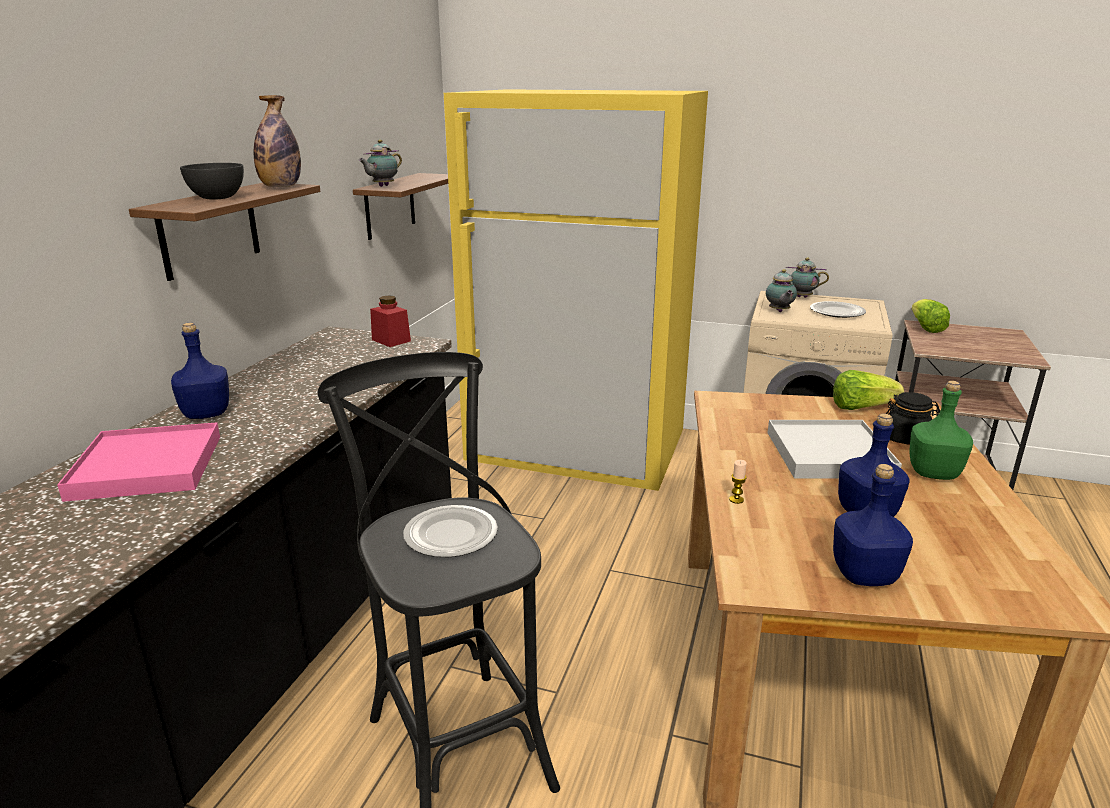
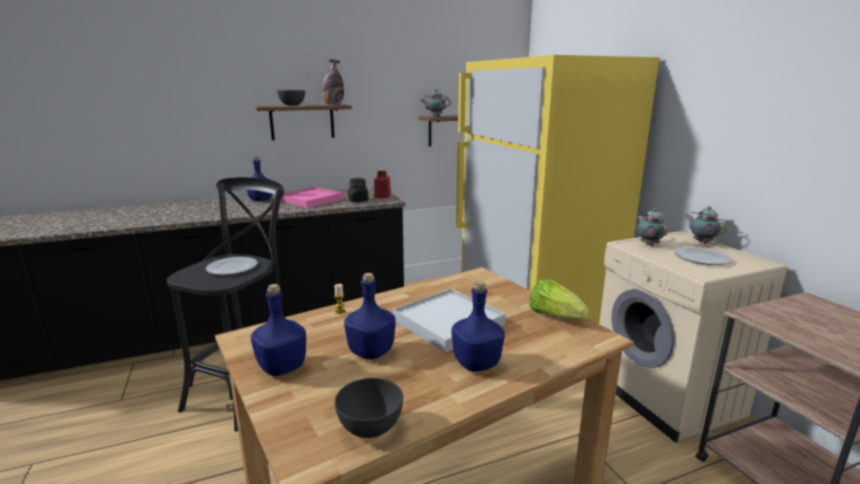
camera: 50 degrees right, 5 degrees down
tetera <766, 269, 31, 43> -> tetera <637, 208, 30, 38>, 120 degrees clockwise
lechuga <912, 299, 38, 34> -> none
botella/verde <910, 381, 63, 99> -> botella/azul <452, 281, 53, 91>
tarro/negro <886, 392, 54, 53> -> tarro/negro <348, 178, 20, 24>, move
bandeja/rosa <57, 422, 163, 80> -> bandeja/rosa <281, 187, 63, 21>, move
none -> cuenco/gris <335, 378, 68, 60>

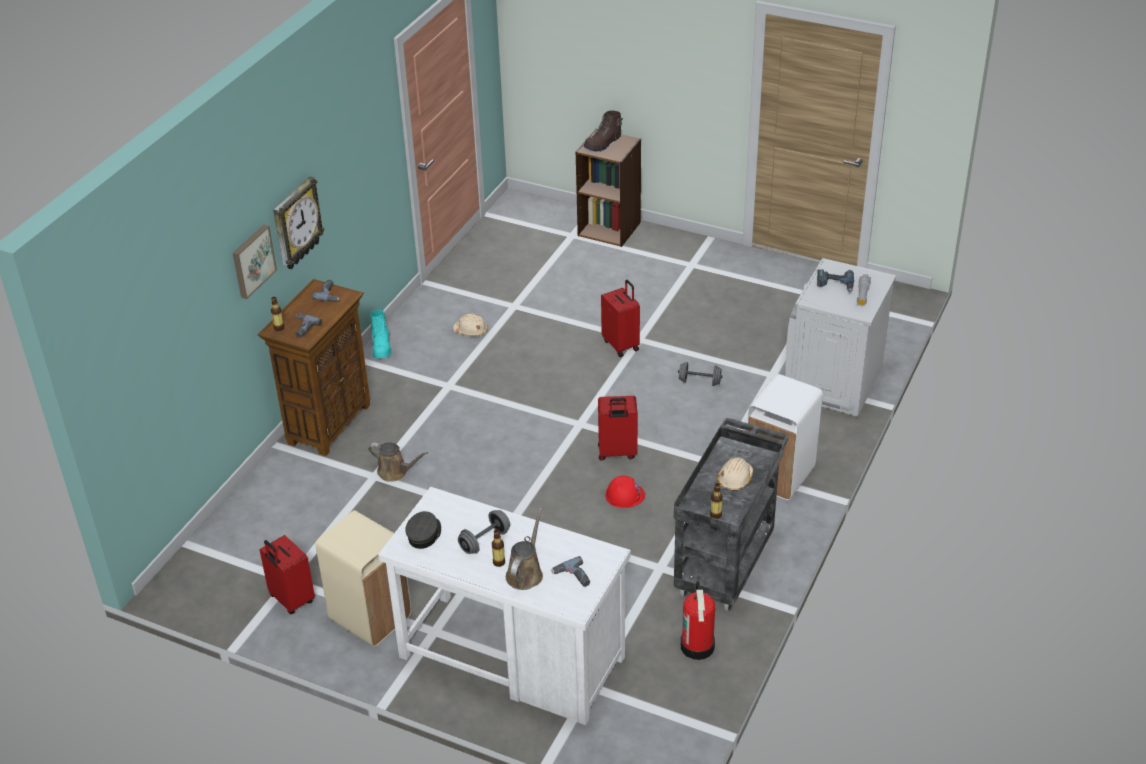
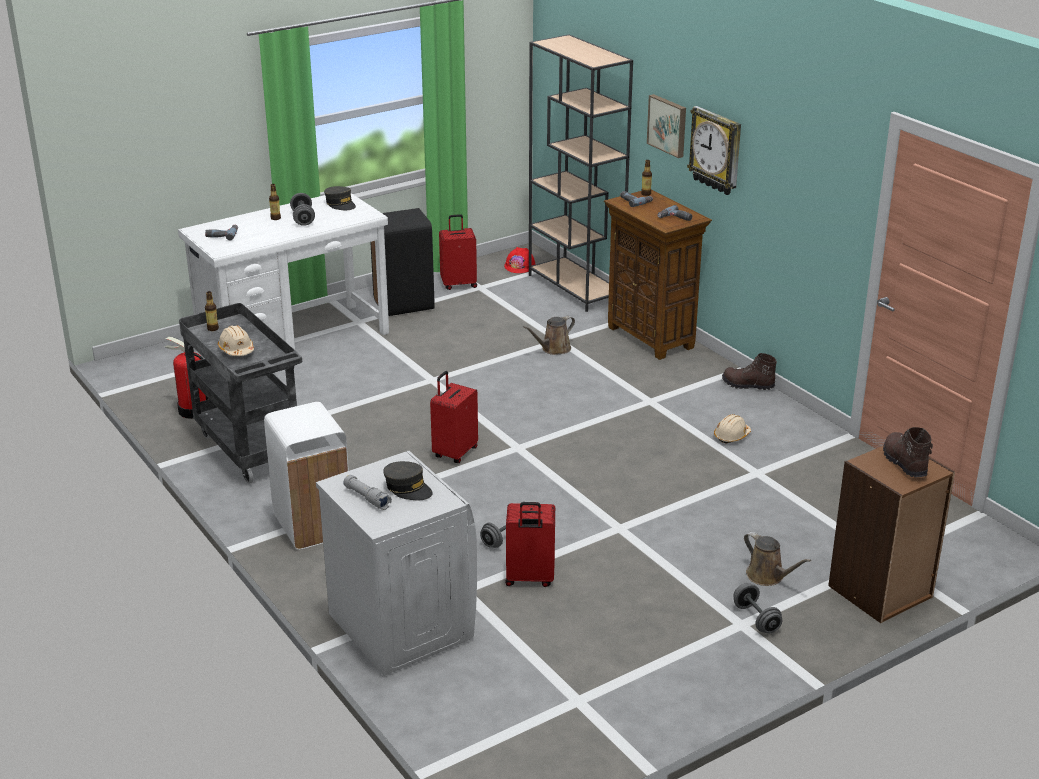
camera: 120 degrees right, 10 degrees down
taladro <817, 269, 37, 23> -> gorra/gris <383, 461, 50, 39>
maleta/rojo <601, 280, 39, 77> -> maleta/rojo <505, 502, 50, 85>, move
bota/turquesa <370, 310, 22, 48> -> bota/marrón <722, 353, 55, 37>
casco/rojo <605, 476, 40, 32> -> casco/rojo <504, 247, 32, 26>, move
regadera/marrón <506, 507, 37, 83> -> regadera/marrón <744, 532, 67, 54>, move
papelera/beis <316, 510, 95, 137> -> papelera/negro <370, 208, 65, 108>
none -> estantería <529, 34, 104, 278>
none -> mancuerna/gris <733, 583, 49, 51>

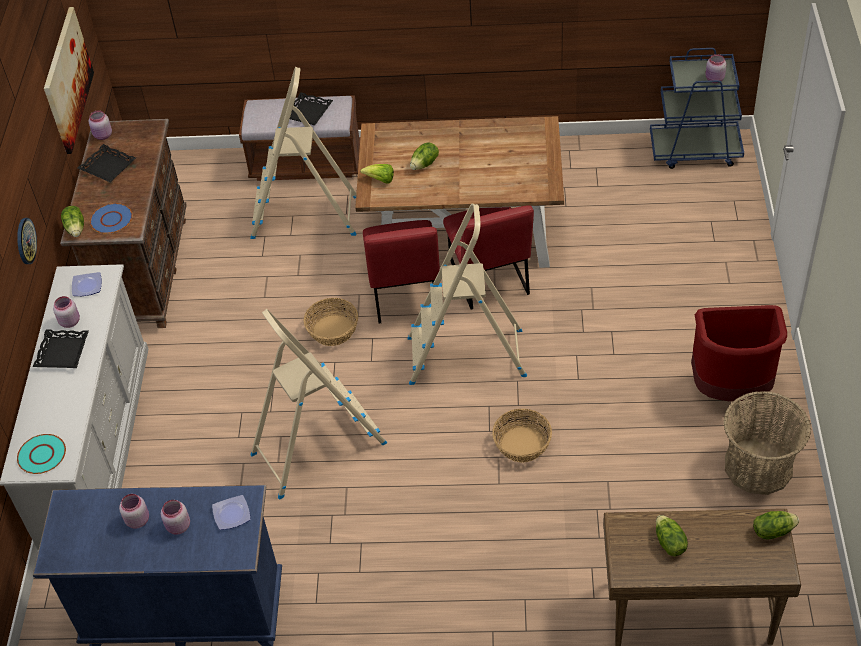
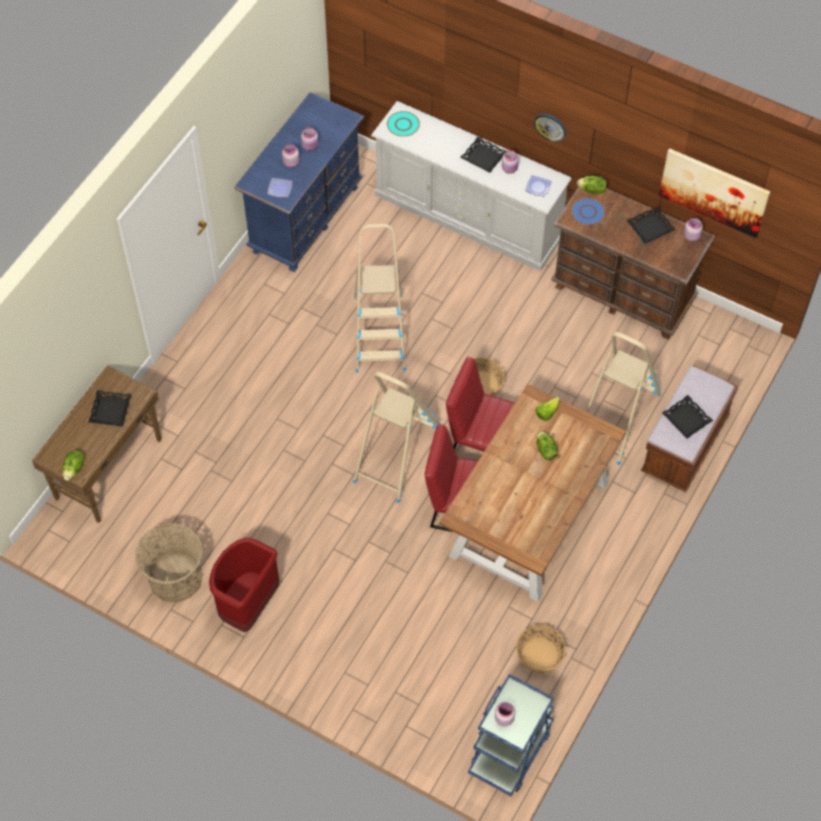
camera: 115 degrees right, 10 degrees up
cesta <492, 409, 60, 54> -> cesta <516, 625, 50, 48>, move
lechuga <656, 515, 32, 41> -> bandeja/negro <88, 390, 44, 37>

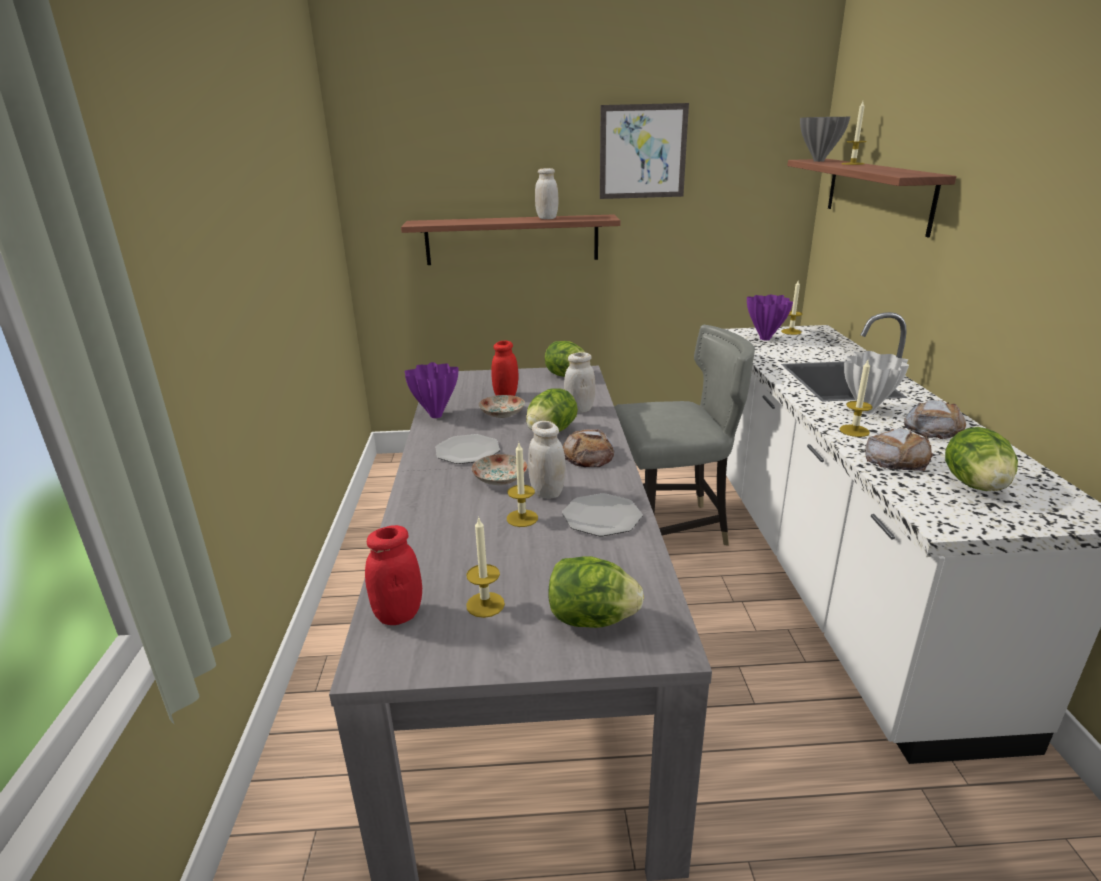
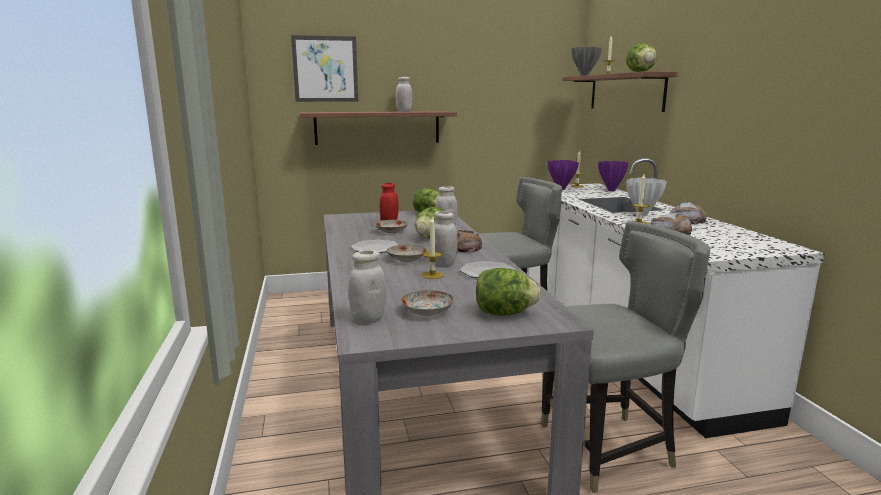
camera: 10 degrees left, 10 degrees down
cuadro <600, 103, 89, 96> -> cuadro <291, 35, 67, 67>, move
florero/morado <404, 362, 54, 56> -> florero/morado <598, 161, 30, 30>, move
lechuga <945, 427, 73, 64> -> lechuga <626, 43, 31, 29>, move
vela <466, 516, 39, 102> -> plato <401, 290, 53, 26>
tarro/rojo <365, 525, 57, 100> -> tarro/blanco <348, 250, 38, 74>
none -> silla/gris <541, 221, 169, 272>

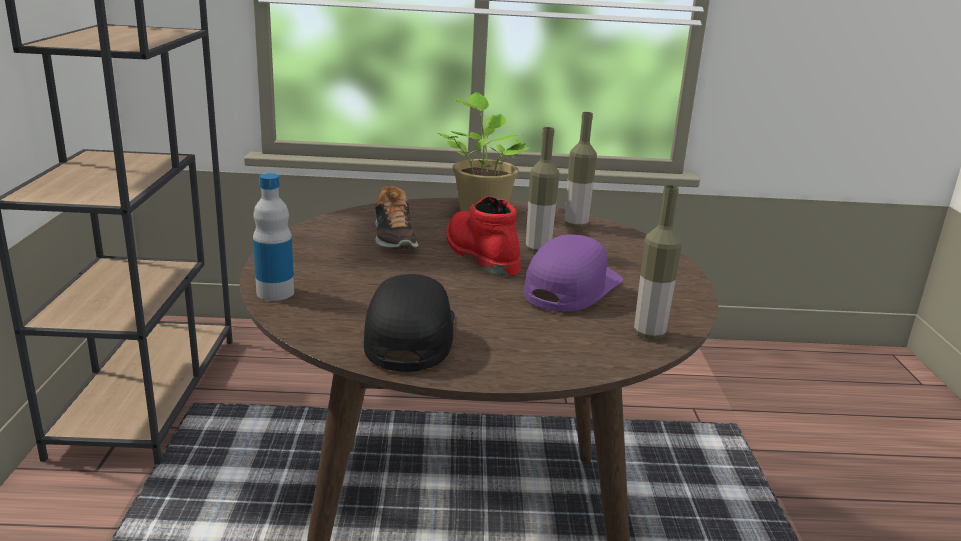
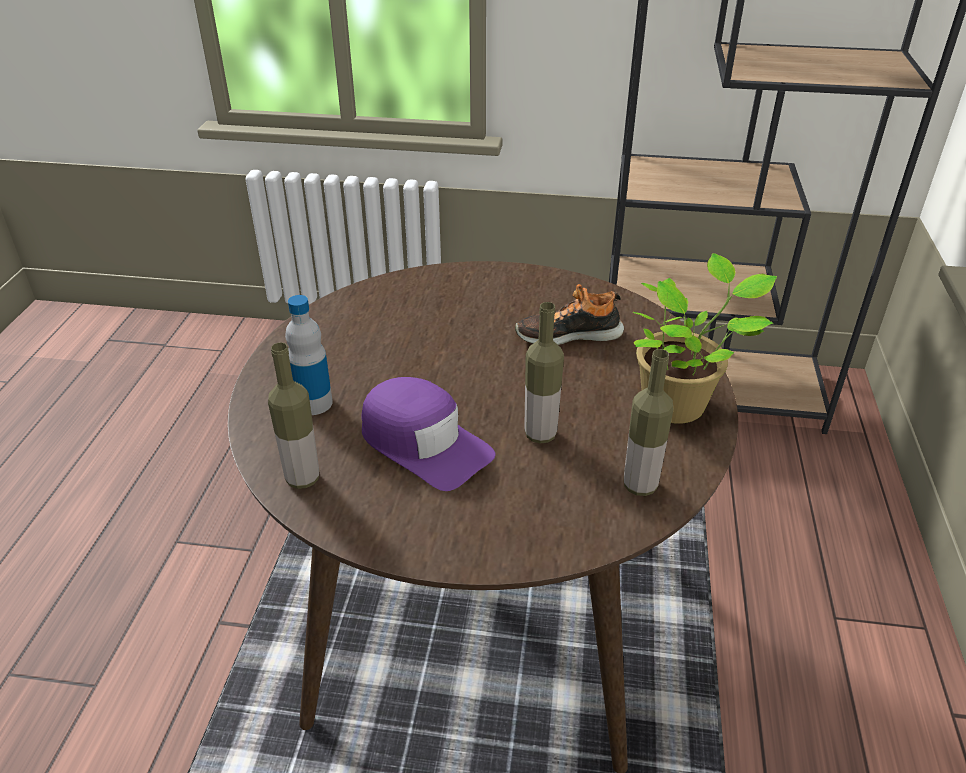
camera: 100 degrees right, 15 degrees up
botella <253, 173, 41, 128> -> botella <285, 295, 48, 120>, move
bota/rojo <447, 196, 74, 80> -> none
gorra/negro <364, 274, 91, 98> -> none

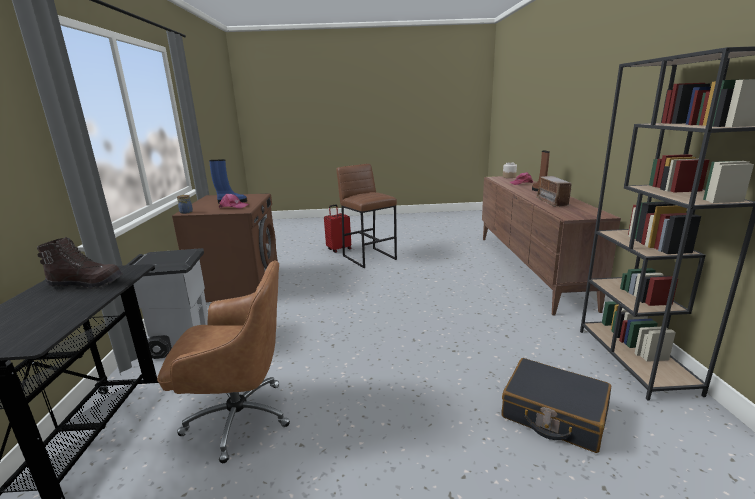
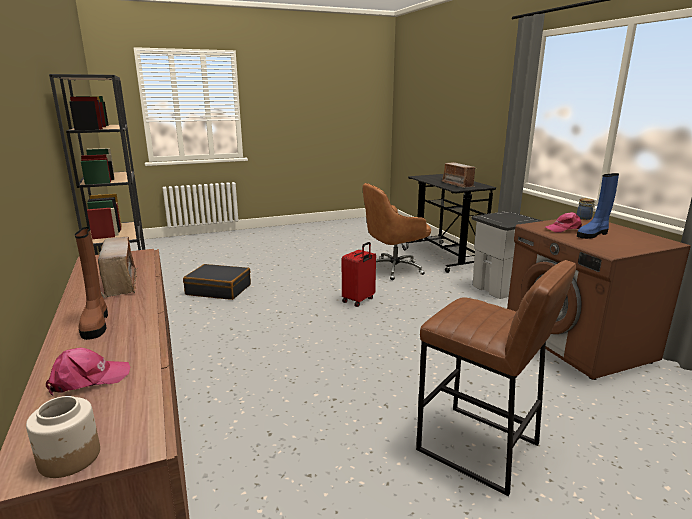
camera: 160 degrees right, 0 degrees up
maleta/rojo <324, 205, 27, 48> -> maleta/rojo <342, 242, 34, 65>, move
bota/marrón <37, 237, 86, 52> -> radio <442, 162, 34, 26>

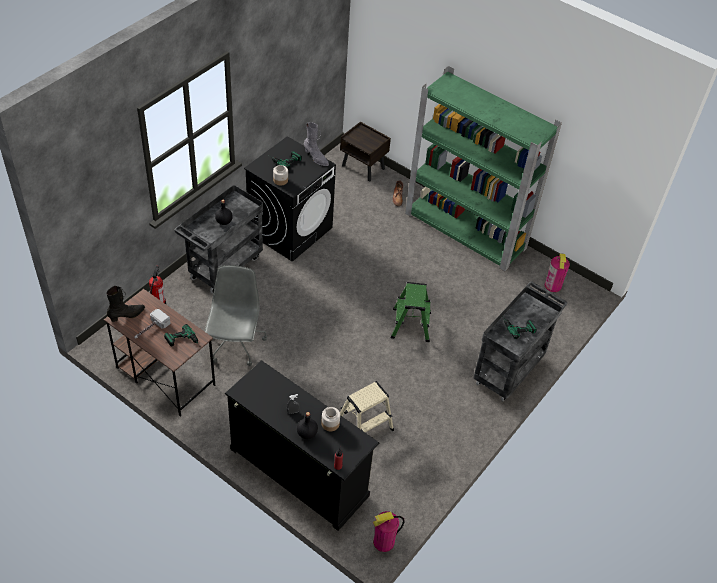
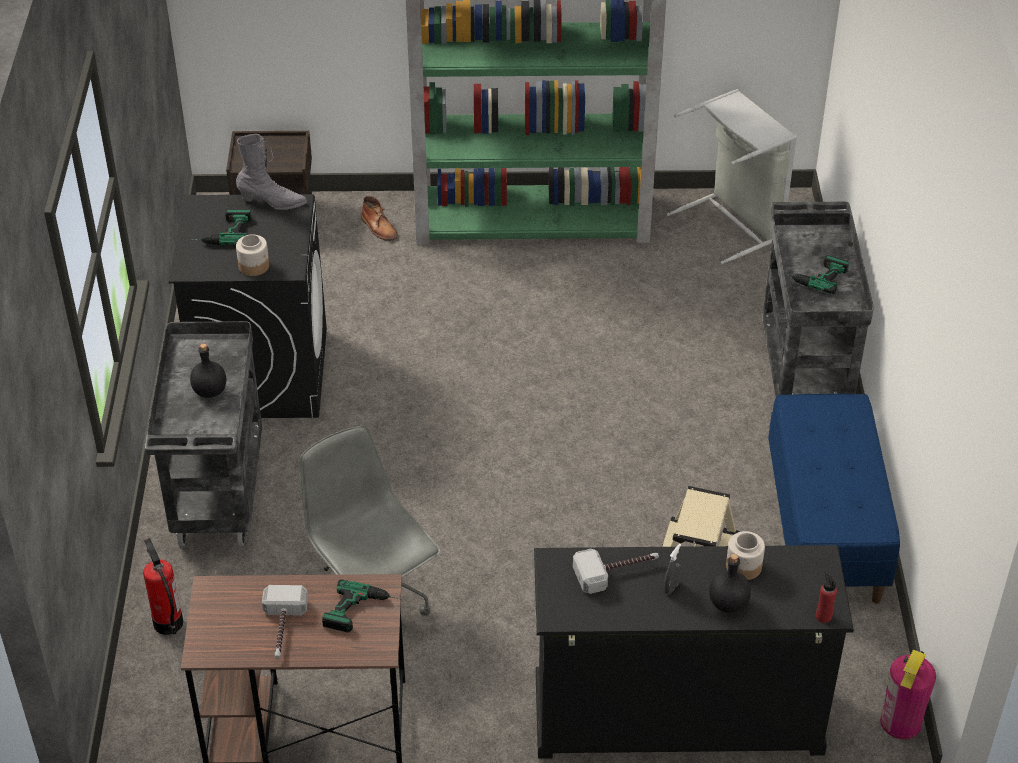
camera: 35 degrees left, 5 degrees down
extintor <545, 253, 25, 39> -> cesto de la ropa/gris <667, 89, 130, 175>
escalera de tijera/verde <390, 282, 41, 60> -> none
bota/negro <106, 286, 39, 36> -> none
none -> banco/azul <768, 394, 132, 210>
none -> martillo <573, 549, 86, 45>

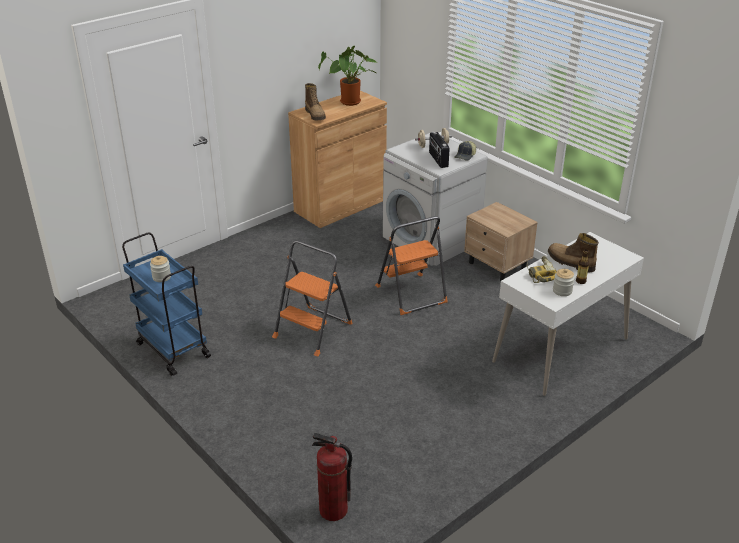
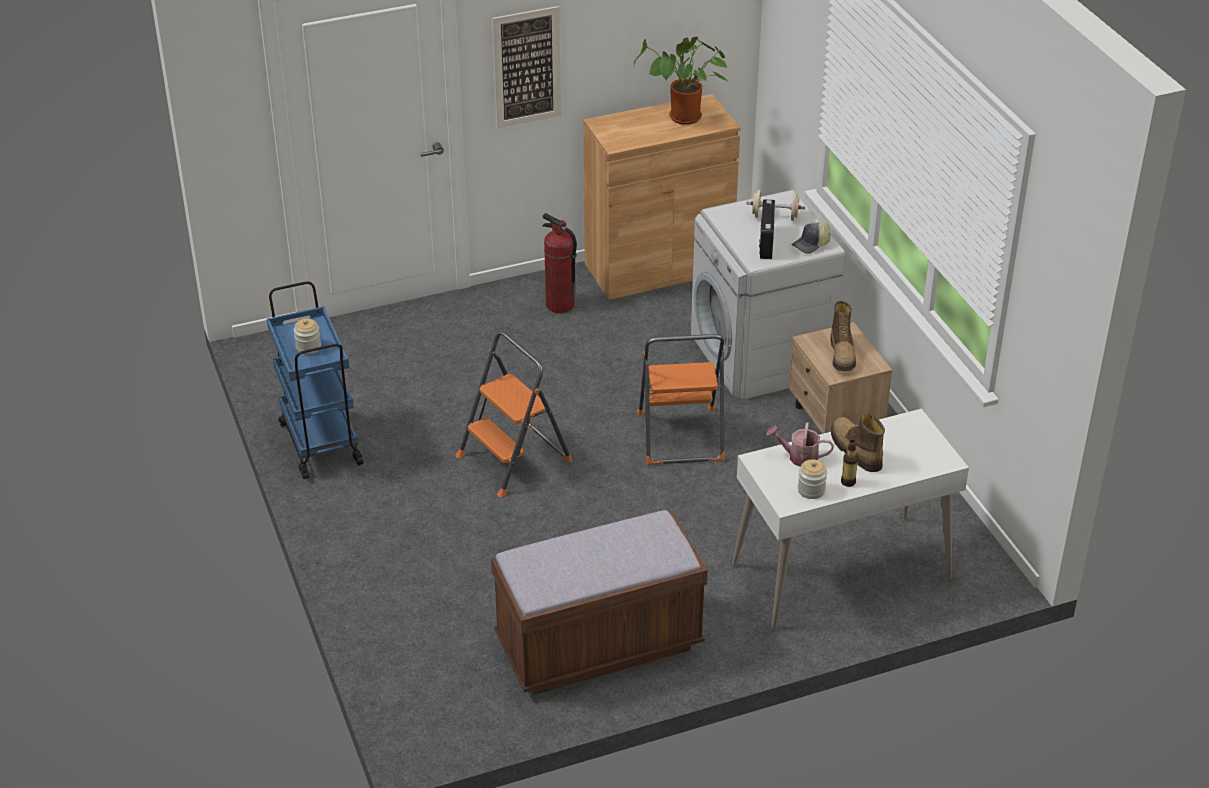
camera: 20 degrees right, 5 degrees up
bota <305, 83, 21, 37> -> bota <830, 300, 26, 71>, move
taladro <527, 256, 30, 27> -> regadera <766, 422, 68, 45>
extintor <312, 433, 40, 88> -> extintor <542, 213, 35, 100>, move
none -> cuadro <492, 6, 69, 122>
none -> banco/marrón <491, 510, 217, 185>

